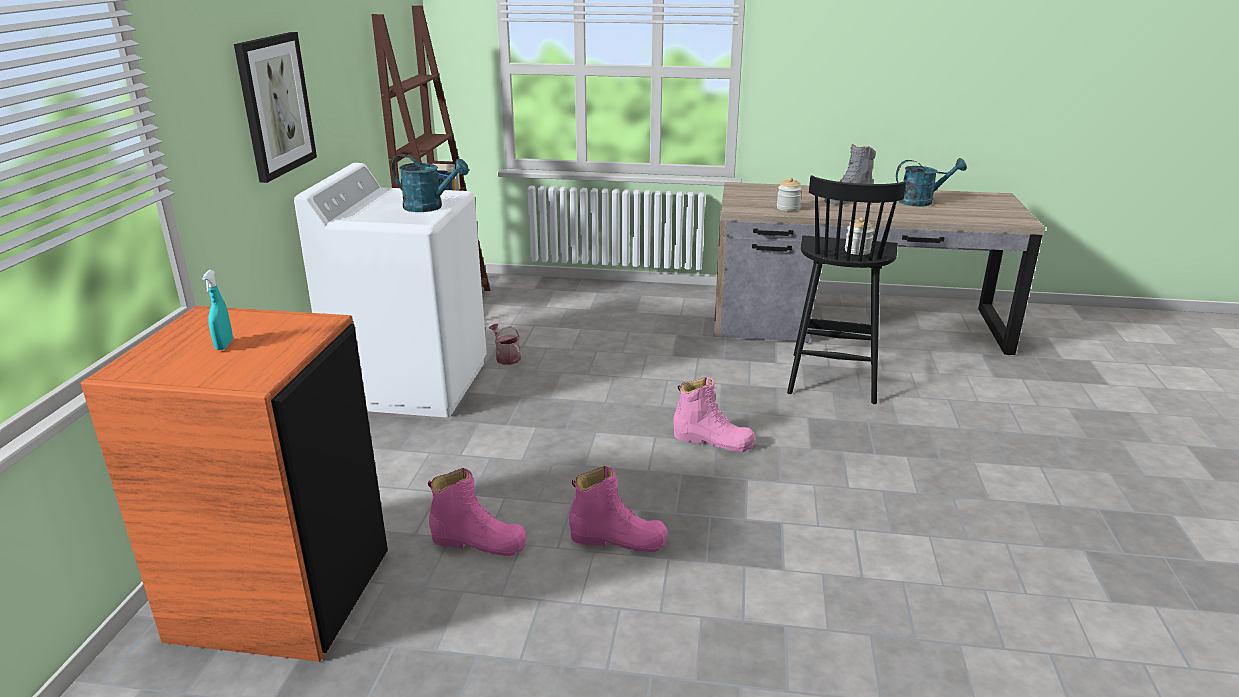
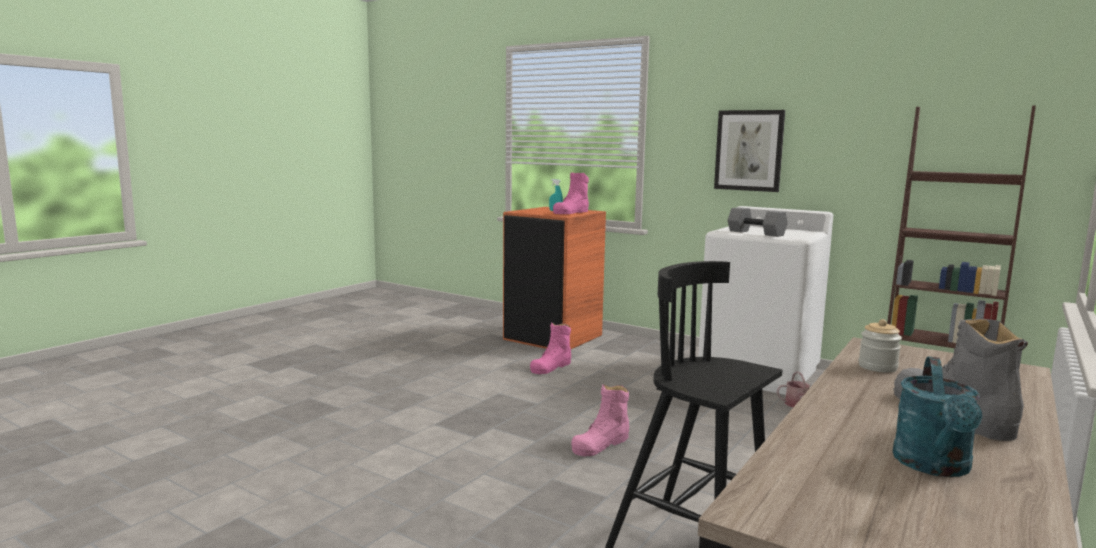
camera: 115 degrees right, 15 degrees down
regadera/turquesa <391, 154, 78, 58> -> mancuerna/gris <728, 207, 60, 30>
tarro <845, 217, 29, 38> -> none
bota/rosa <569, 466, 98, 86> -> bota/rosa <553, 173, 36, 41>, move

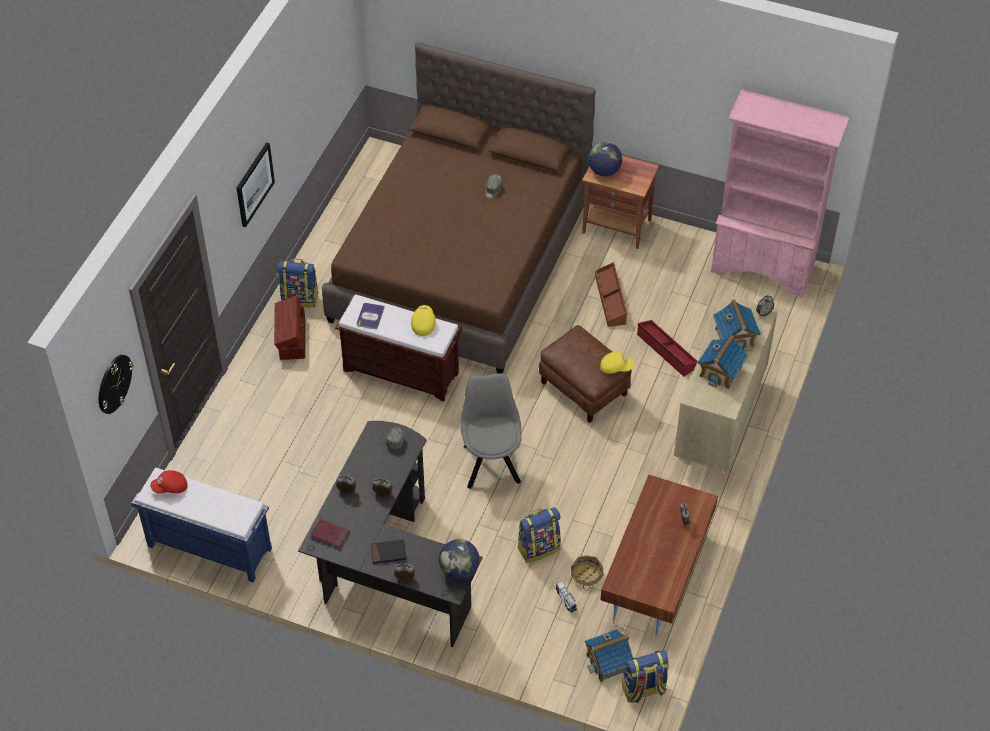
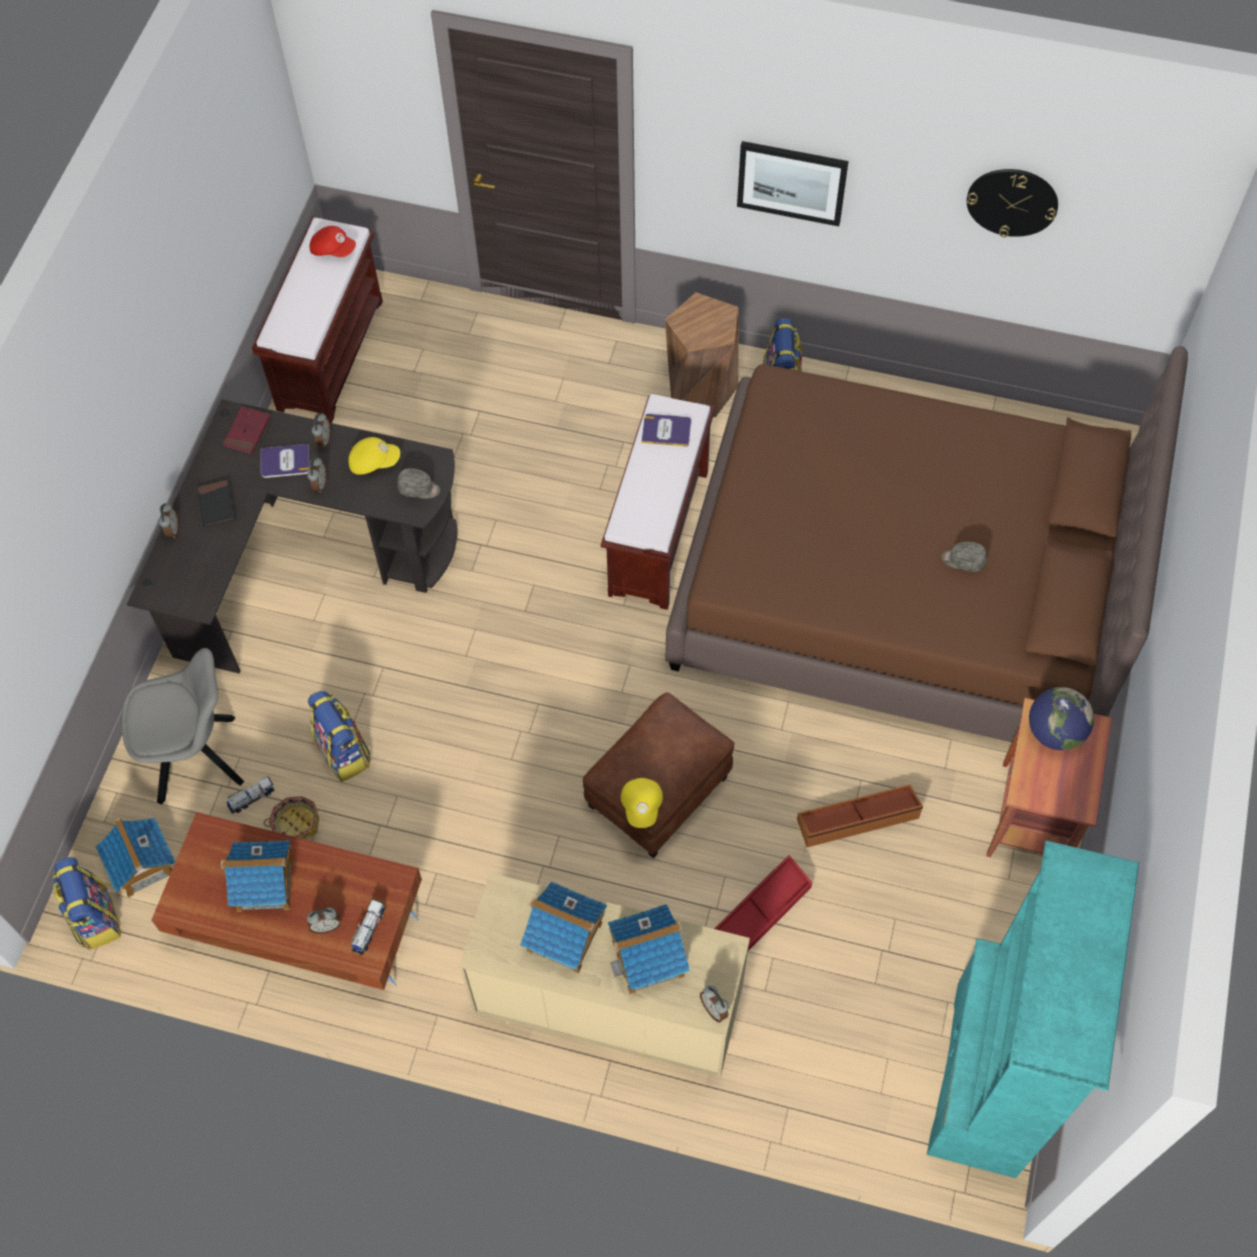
camera: 85 degrees right, 10 degrees up
estantería/rosa <711, 89, 139, 208> -> estantería/turquesa <927, 840, 212, 338>
caja de almacenaje/marrón <274, 295, 31, 65> -> taburete/marrón <665, 292, 74, 125>
gorra/amarillo <411, 305, 25, 31> -> gorra/amarillo <348, 437, 52, 38>, move
reloj de pared <99, 355, 34, 59> -> reloj de pared <967, 169, 91, 68>, move
silla/gris <460, 373, 62, 116> -> silla/gris <122, 648, 122, 157>, move
banco/azul <132, 468, 140, 114> -> banco/marrón <252, 216, 131, 207>
gorra/rojo <150, 470, 38, 24> -> gorra/rojo <309, 226, 47, 31>, 135 degrees clockwise
globo terráqueo <439, 539, 40, 41> -> none
none -> libro <261, 444, 49, 34>
none -> casita <221, 840, 72, 72>
none -> camión de juguete <351, 899, 34, 56>

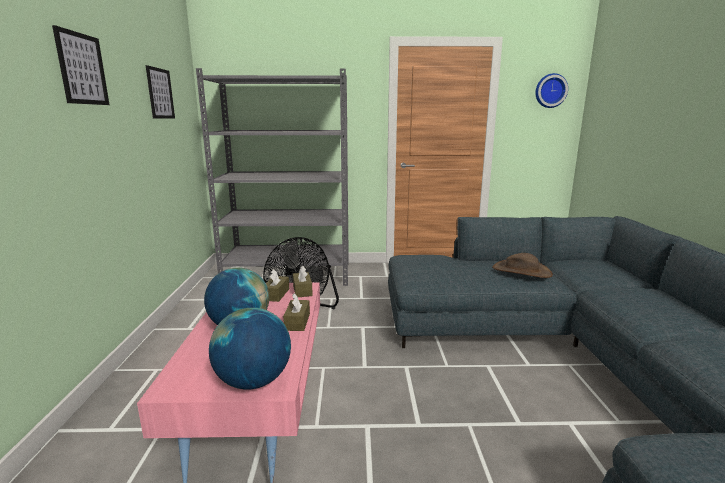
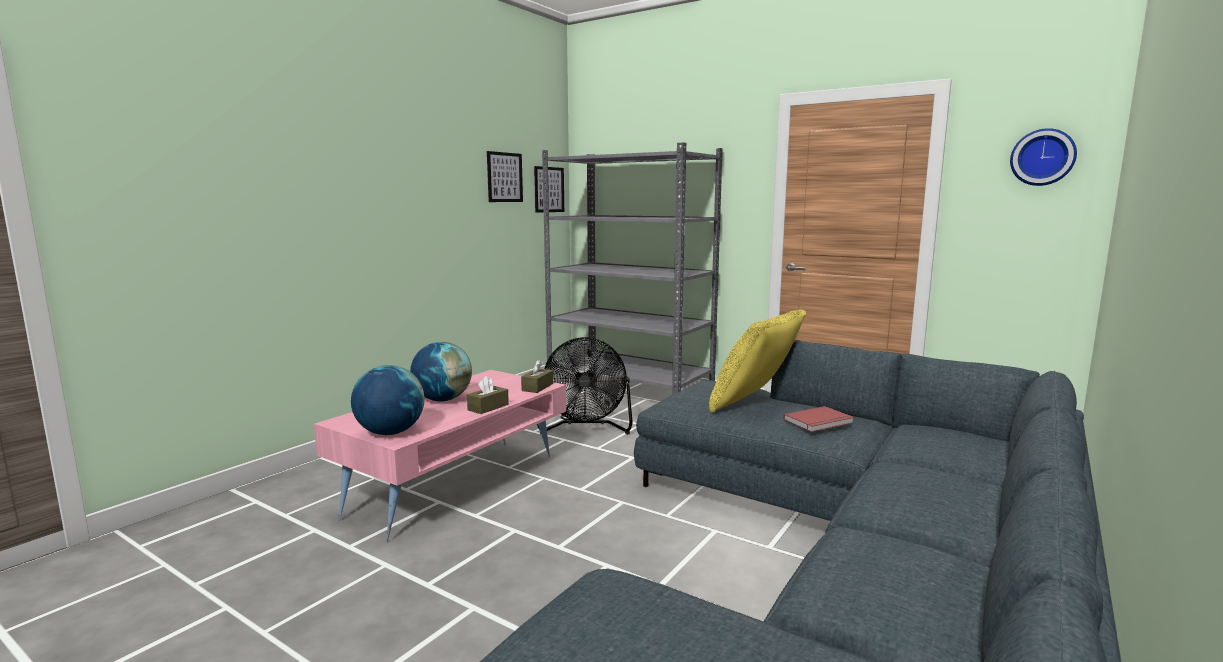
camera: 35 degrees right, 5 degrees down
cuadro <52, 25, 57, 80> -> cuadro <534, 166, 30, 47>, move
sombrero/marrón <492, 253, 61, 25> -> libro/rojo <783, 406, 71, 26>
caja de pañuelos/marrón <266, 269, 23, 33> -> none
none -> cojín/amarillo <709, 310, 98, 103>

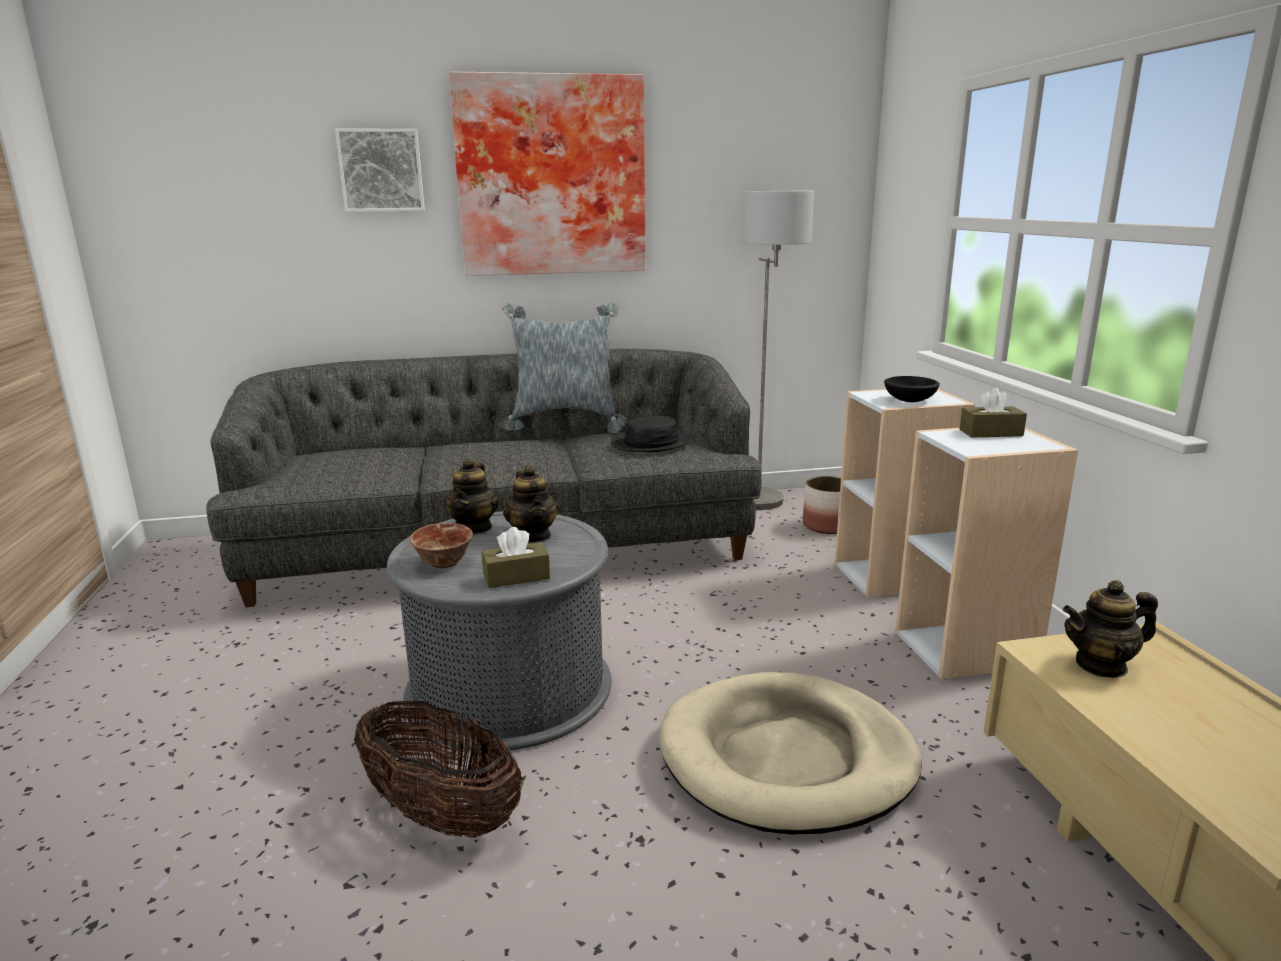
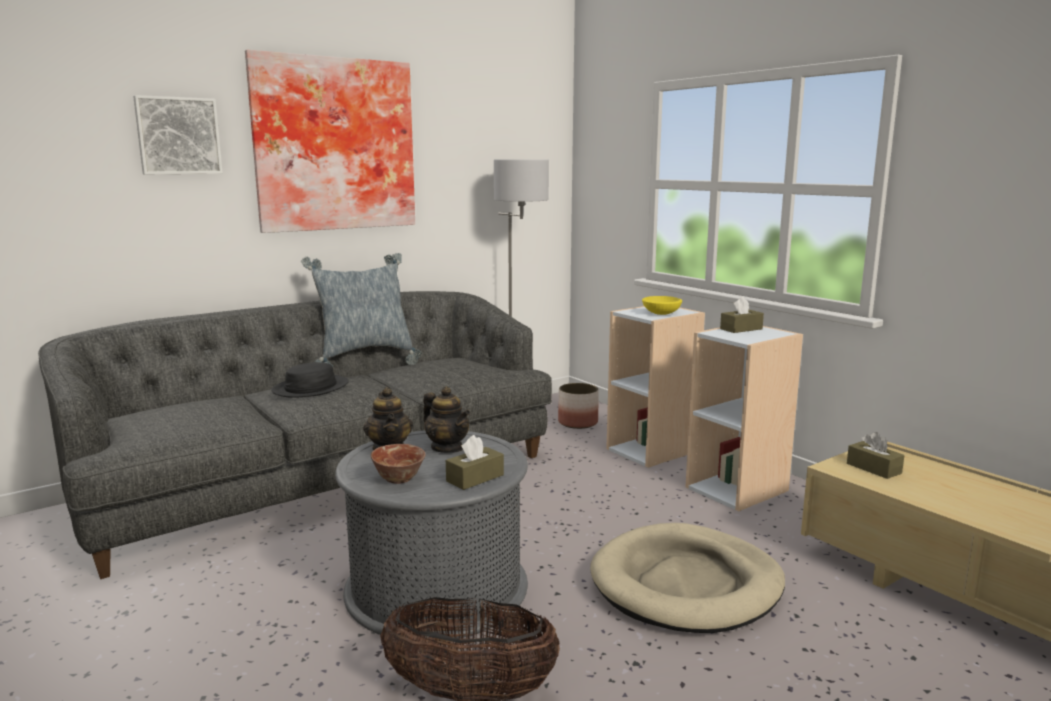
camera: 25 degrees left, 5 degrees down
cuenco/negro <884, 376, 56, 26> -> cuenco/amarillo <642, 296, 40, 19>
sombrero/negro <611, 416, 81, 36> -> sombrero/negro <271, 362, 78, 36>, move
tetera <1063, 580, 95, 98> -> caja de pañuelos/marrón <847, 432, 57, 47>

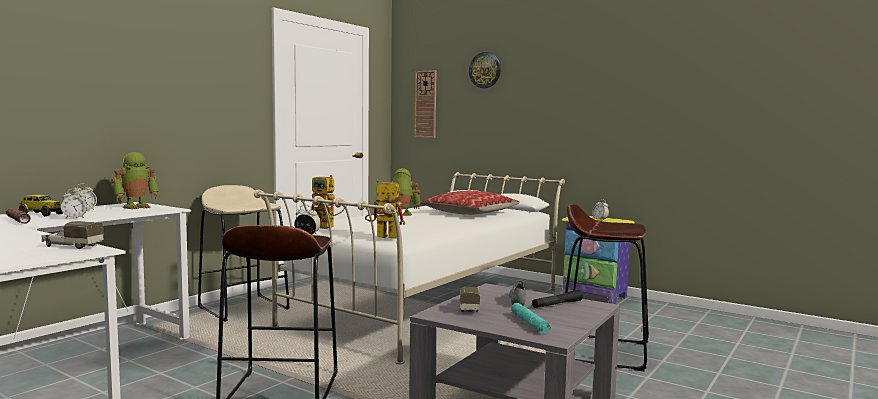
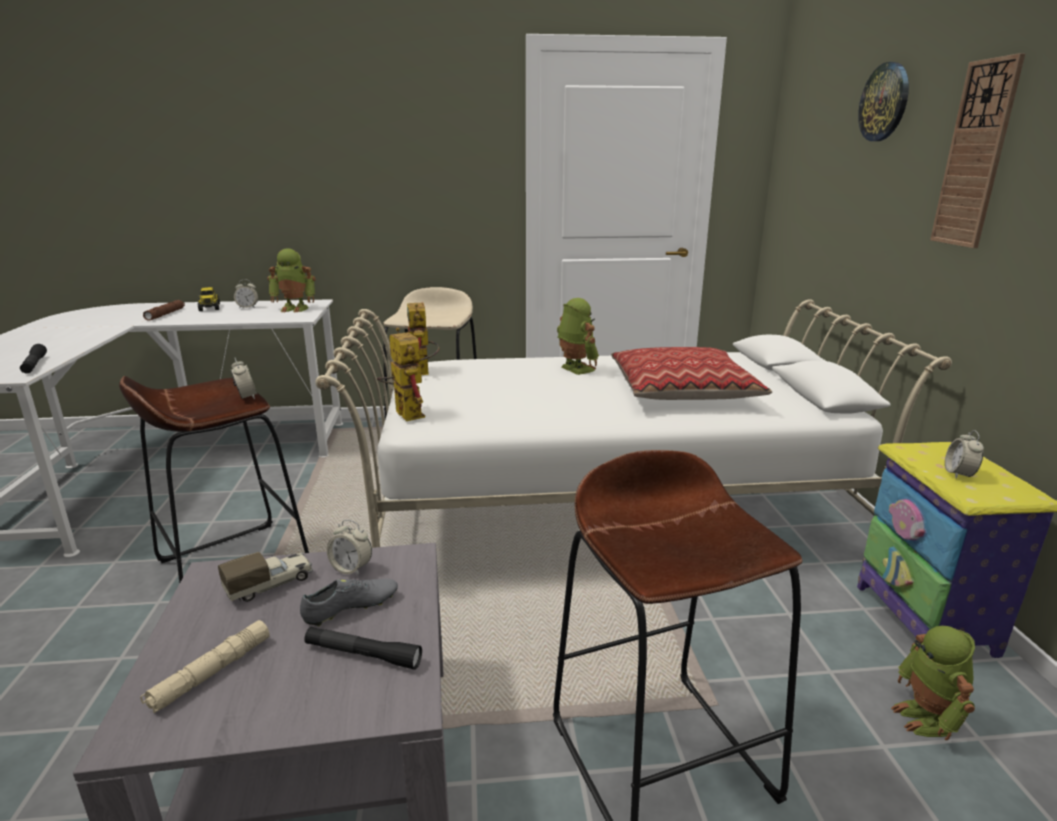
camera: 50 degrees right, 15 degrees up
reloj de pared <415, 70, 22, 68> -> reloj de pared <930, 53, 96, 195>, move
despertador <61, 189, 26, 30> -> despertador <327, 520, 45, 56>, move
camión de juguete <41, 221, 62, 28> -> linterna/negro <20, 344, 27, 29>
linterna/turquesa <511, 303, 40, 30> -> linterna/beis <140, 620, 130, 93>
none -> robot de juguete <891, 626, 84, 114>

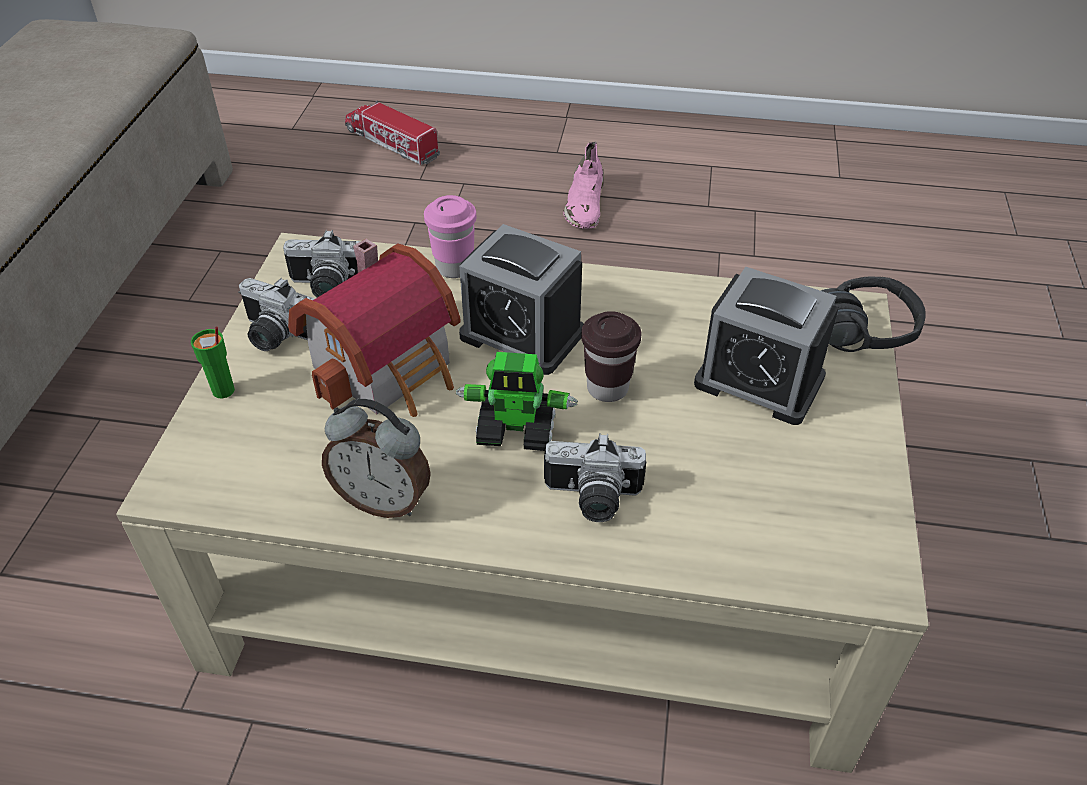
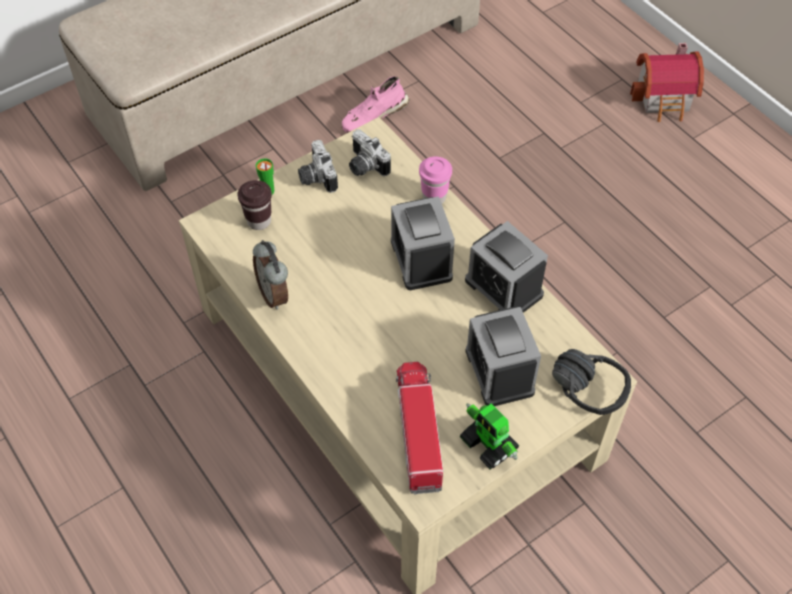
camera: 45 degrees right, 10 degrees up
camión de juguete <345, 101, 95, 64> -> camión de juguete <396, 362, 47, 133>, move
zapato/rosa <563, 142, 41, 86> -> zapato/rosa <342, 76, 68, 57>, move
casita <288, 239, 173, 178> -> casita <630, 43, 74, 79>, move
taza/marrón <581, 311, 60, 91> -> taza/marrón <237, 180, 35, 50>, move
robot de juguete <456, 352, 122, 99> -> robot de juguete <460, 404, 59, 66>, move
cámara <544, 433, 102, 89> -> none
none -> despertador <465, 221, 83, 92>

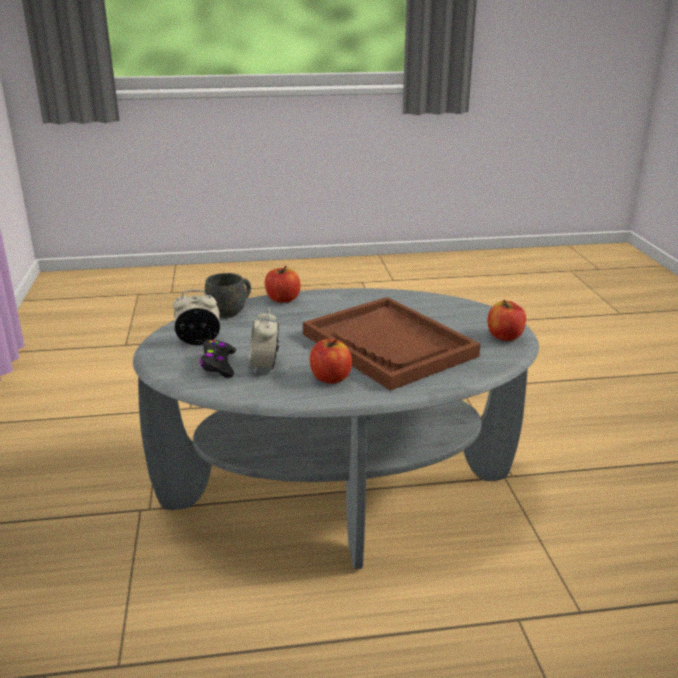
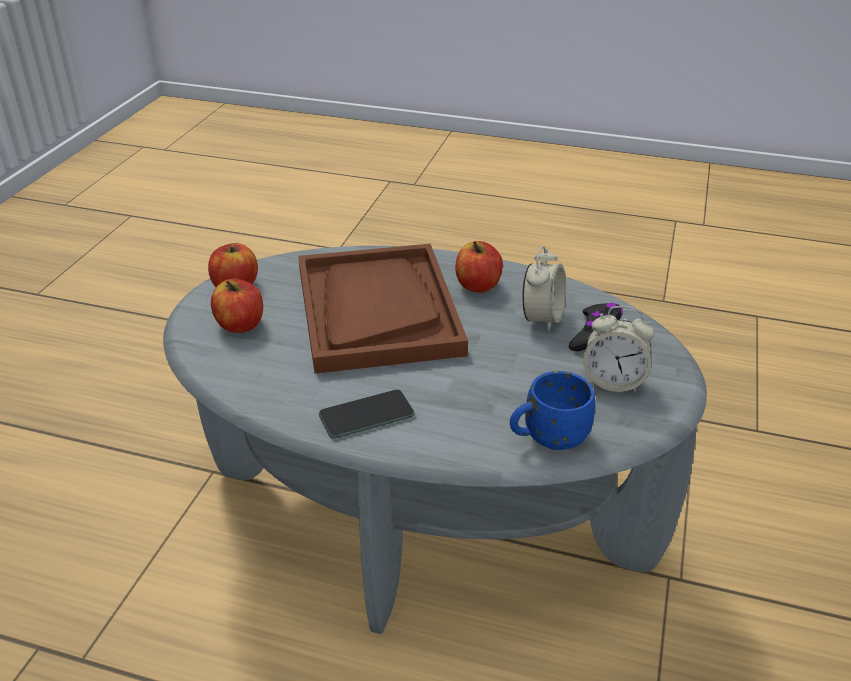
camera: 155 degrees left, 10 degrees up
manzana <265, 266, 36, 37> -> manzana <211, 279, 52, 54>, move
taza grande/gris <205, 273, 46, 45> -> taza grande/azul <510, 371, 85, 79>
none -> móvil <319, 390, 96, 49>

